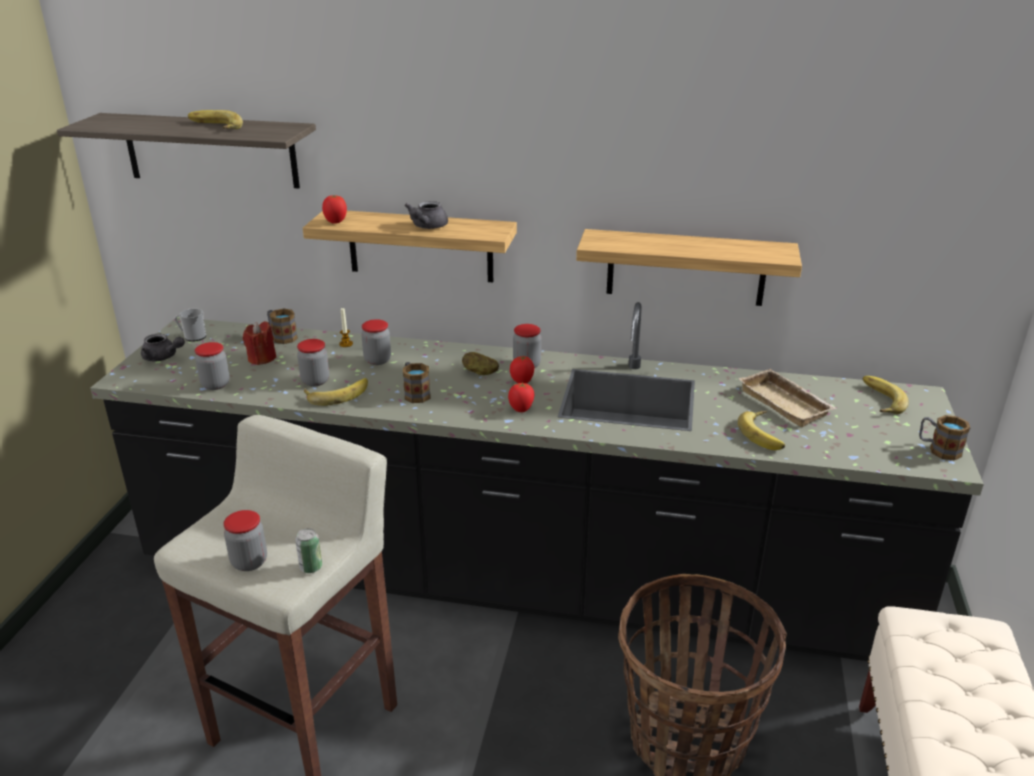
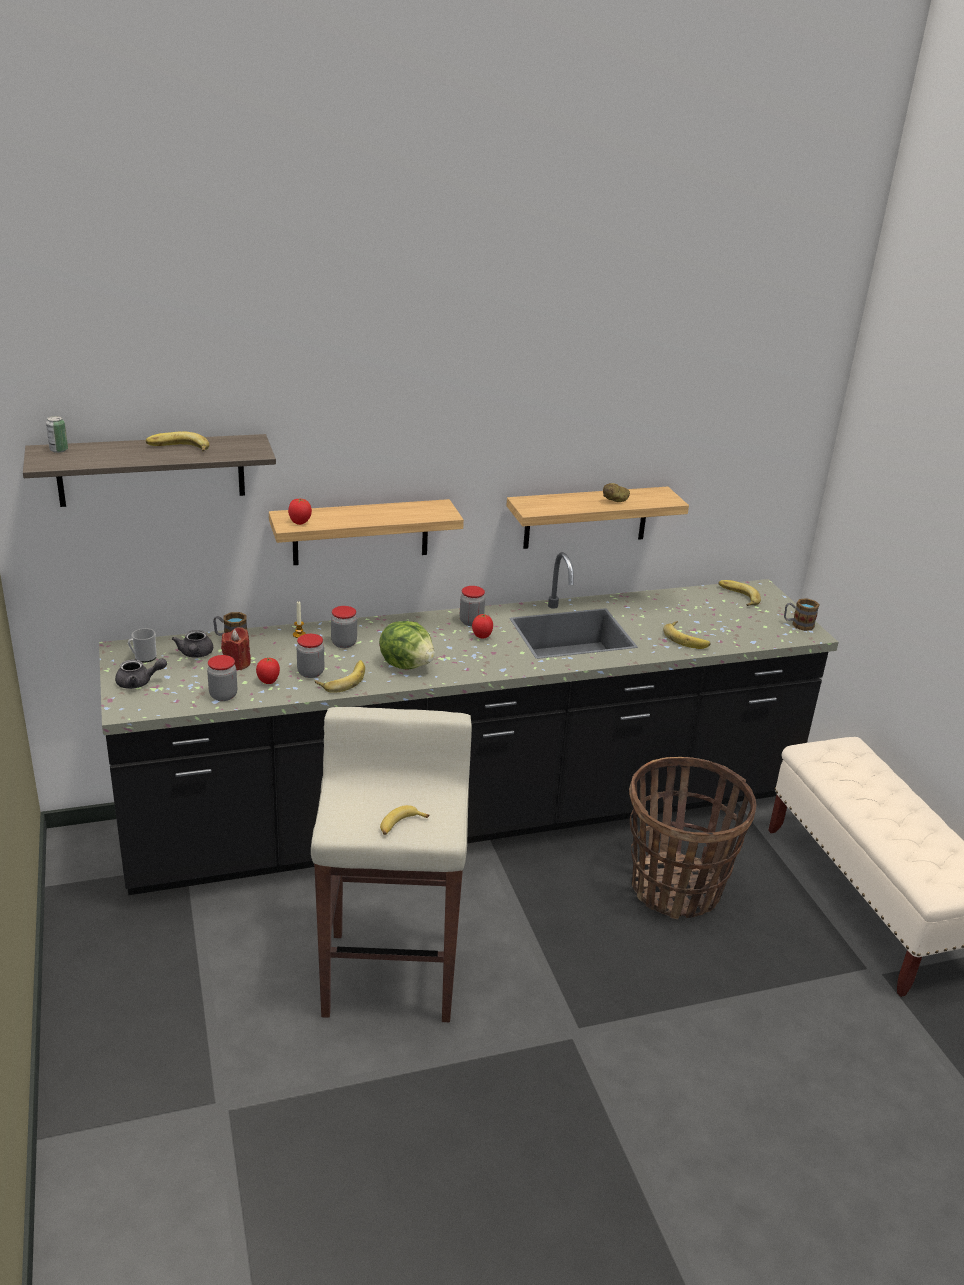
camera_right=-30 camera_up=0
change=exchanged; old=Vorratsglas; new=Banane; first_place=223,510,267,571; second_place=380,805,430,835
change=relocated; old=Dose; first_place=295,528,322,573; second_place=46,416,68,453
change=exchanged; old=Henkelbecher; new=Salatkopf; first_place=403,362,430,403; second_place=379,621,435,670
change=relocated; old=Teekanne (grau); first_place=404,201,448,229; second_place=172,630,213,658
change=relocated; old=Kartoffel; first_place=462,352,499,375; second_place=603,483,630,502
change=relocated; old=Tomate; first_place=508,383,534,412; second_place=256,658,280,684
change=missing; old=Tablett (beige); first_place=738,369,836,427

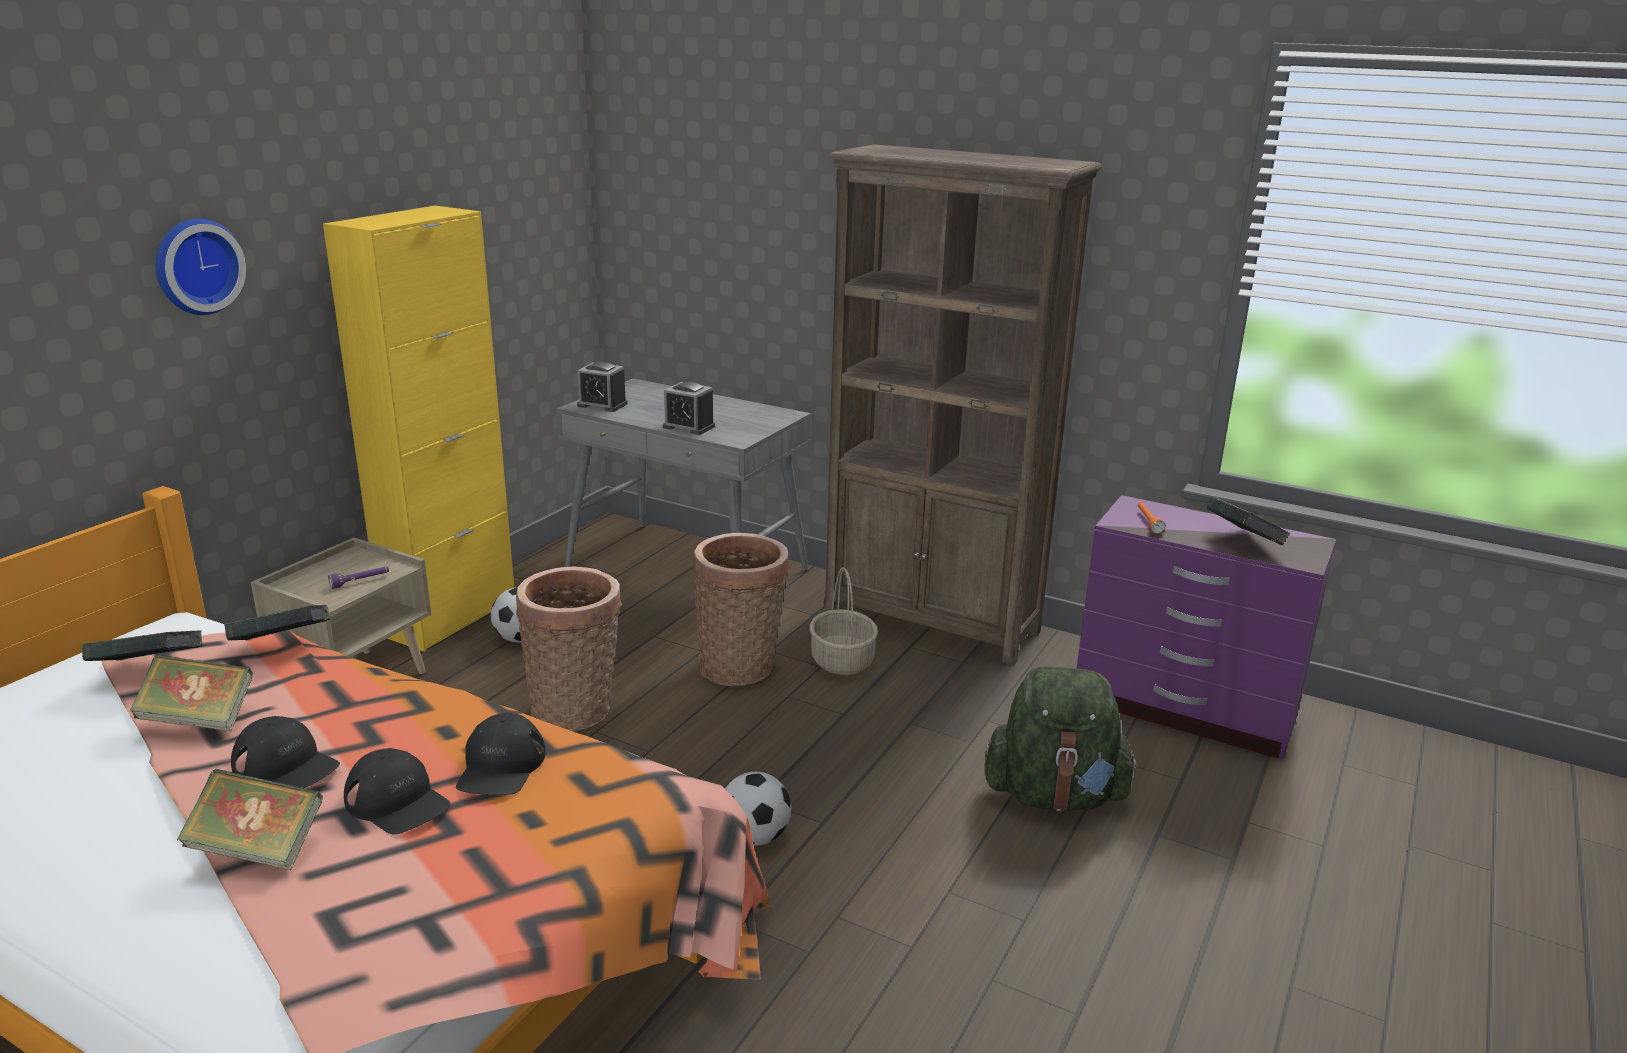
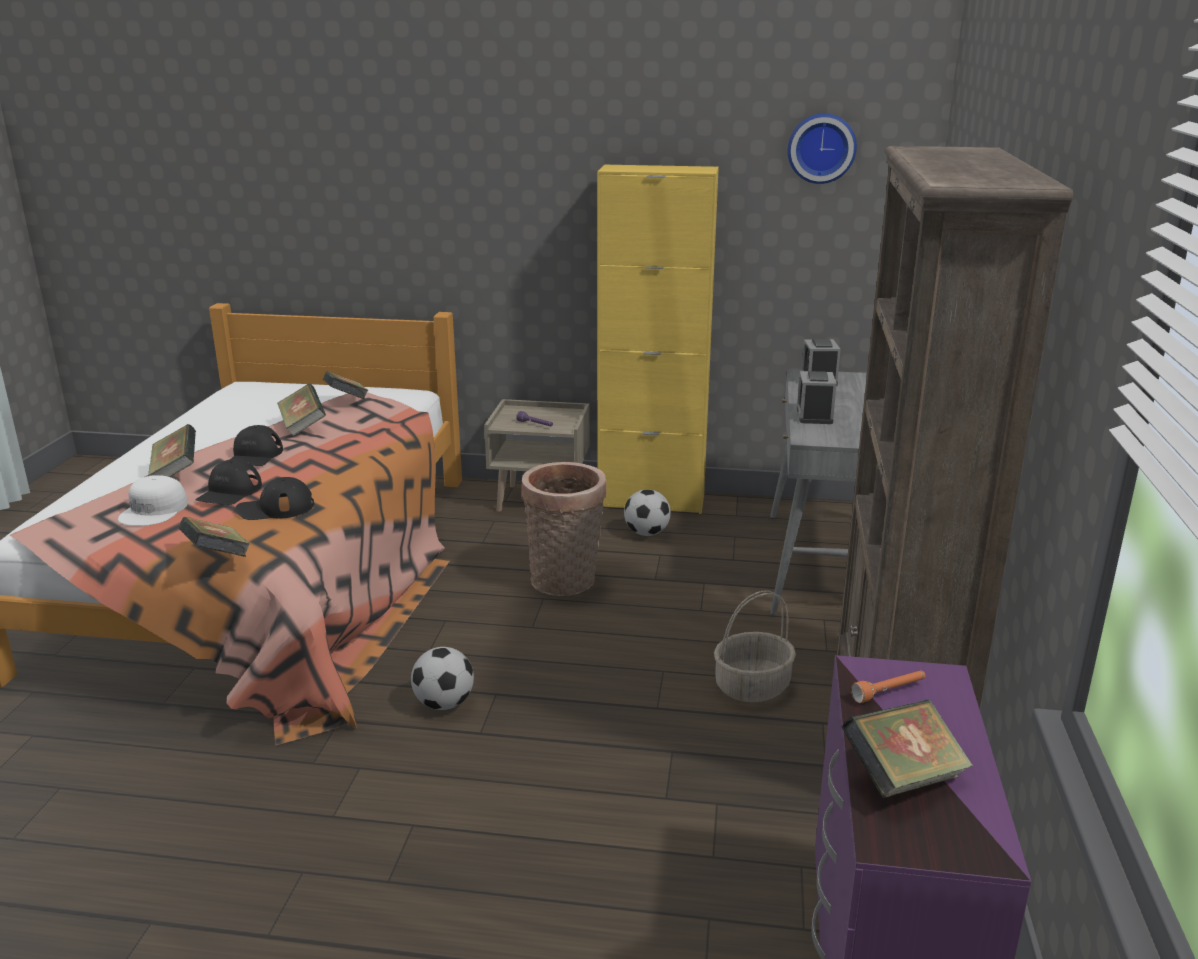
camera_right=70 camera_up=0
change=relocated; old=Wanduhr; first_place=156,219,246,315; second_place=788,113,857,184
change=relocated; old=Buch; first_place=224,605,330,640; second_place=179,517,250,557
change=missing; old=Korb; first_place=692,533,789,686
change=missing; old=Rucksack (grün); first_place=984,666,1138,811
change=appeared; new=Kappe (weiß); second_place=118,475,188,526

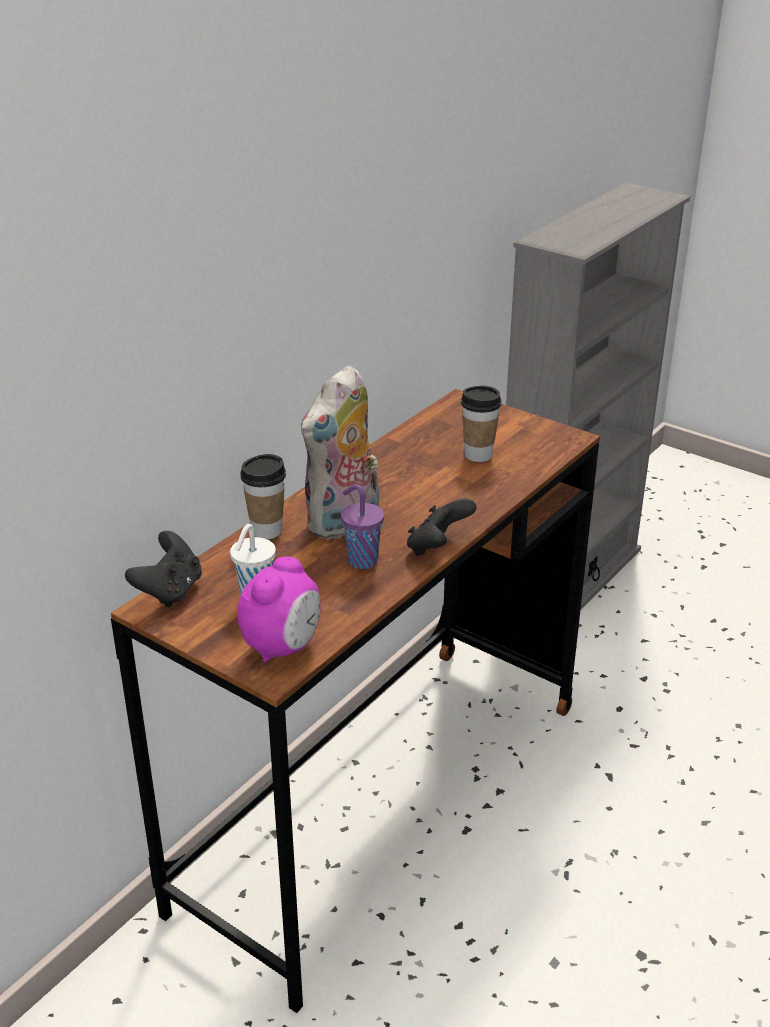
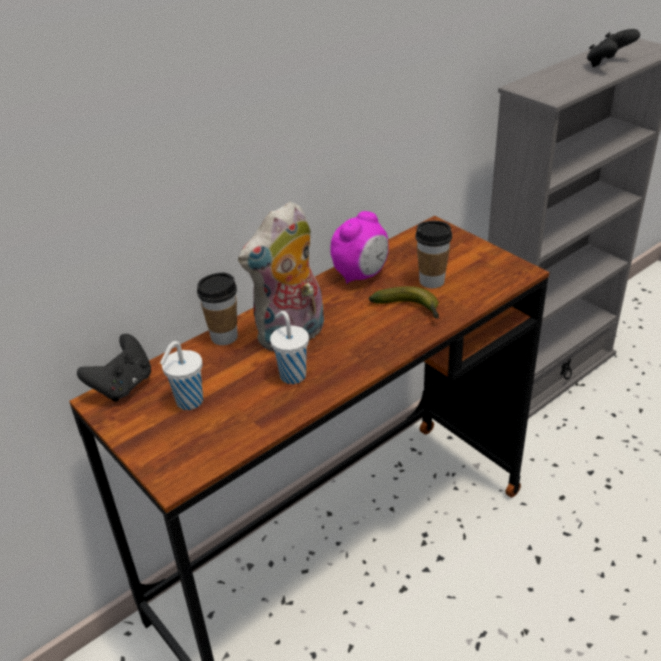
camera_right=15 camera_up=5
change=relocated; old=Wecker; first_place=237,556,320,663; second_place=330,211,389,284
change=colour; old=Tasse (lila); new=Tasse (weiß); first_place=341,484,384,569; second_place=270,311,309,384
change=relocated; old=Gamepad (schwarz); first_place=407,498,477,556; second_place=587,29,640,67
change=appeared; new=Banane; second_place=369,286,439,319

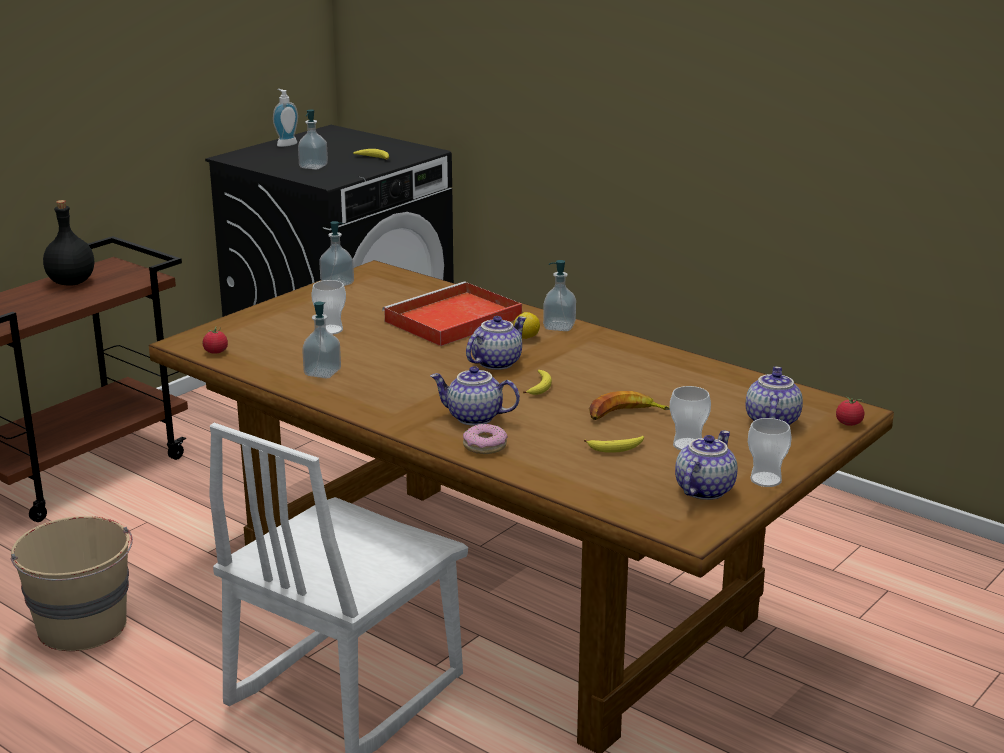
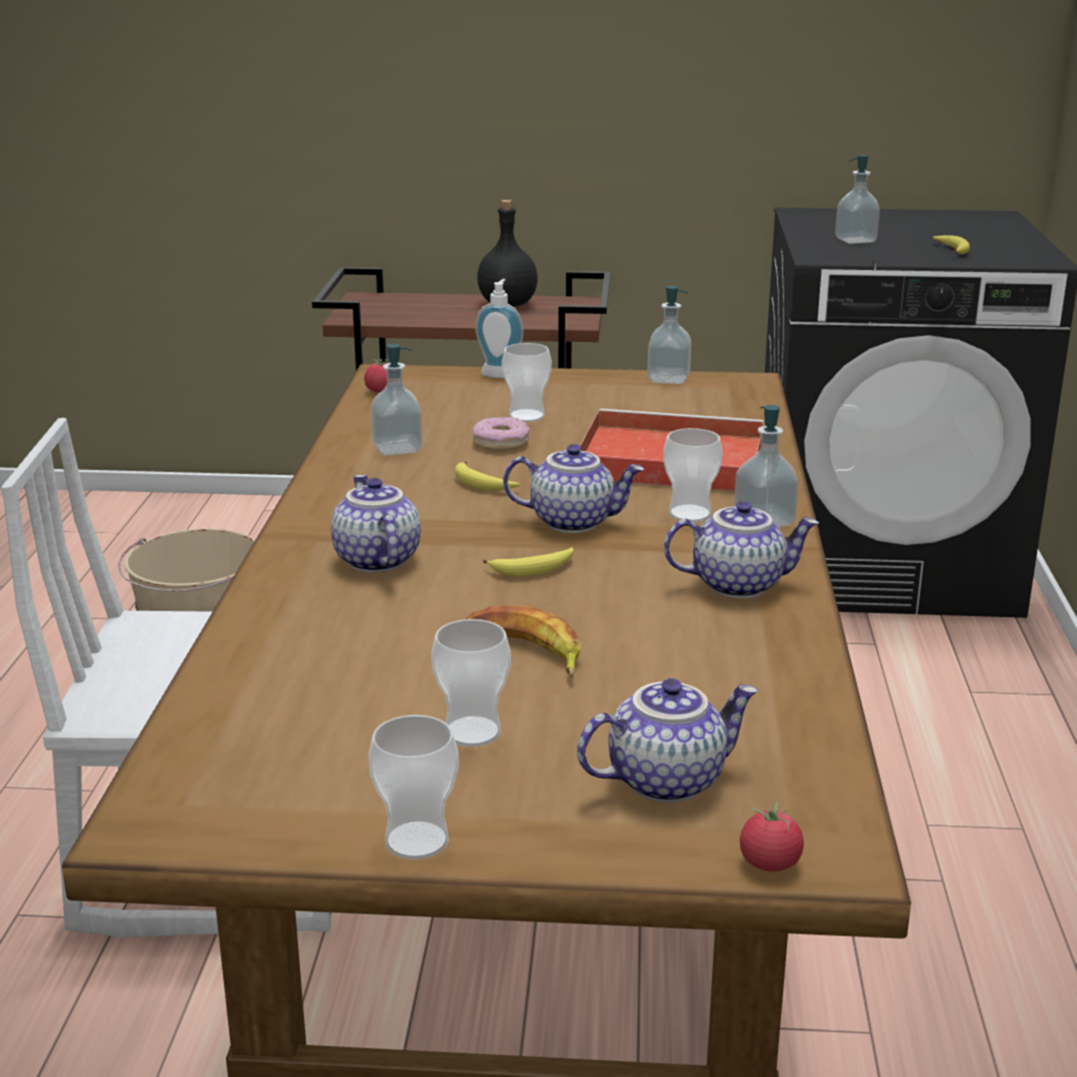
camera_right=55 camera_up=0
change=relocated; old=Seifenspender; first_place=273,89,298,147; second_place=475,279,524,378
change=relocated; old=Donut; first_place=463,424,507,454; second_place=472,417,530,451
change=exchanged; old=Zitrone; new=Tasse; first_place=513,312,540,339; second_place=663,428,723,522
change=relocated; old=Banane; first_place=584,436,644,453; second_place=455,461,519,490
change=relocated; old=Teekanne; first_place=675,430,738,500; second_place=664,501,819,599

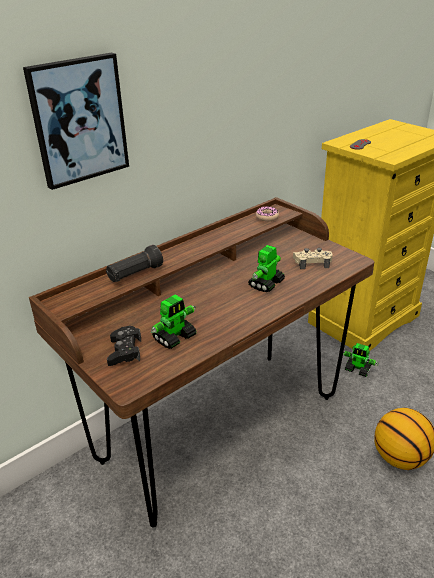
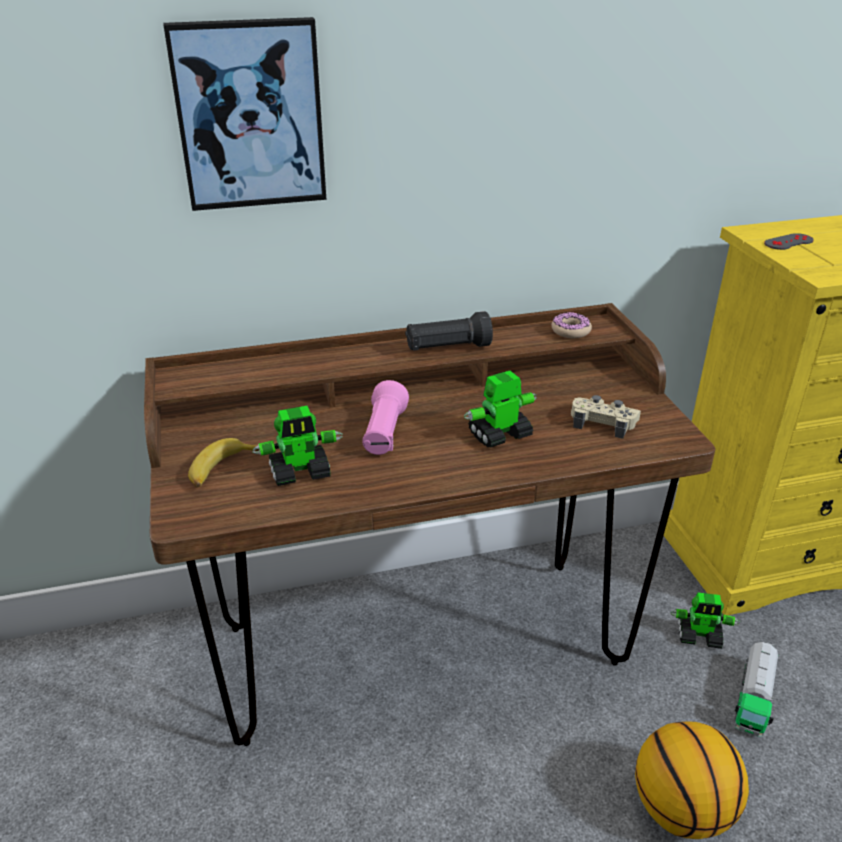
camera_right=25 camera_up=0
change=relocated; old=Taschenlampe (schwarz); first_place=106,245,163,282; second_place=405,311,493,351
change=exchanged; old=Gamepad (schwarz); new=Banane; first_place=107,326,141,366; second_place=188,438,259,487
change=spun; old=Spielzeugroboter; first_place=343,343,379,377; second_place=670,593,740,649; degrees=-45
change=appeared; new=Taschenlampe (rosa); second_place=362,380,409,455
change=appeared; new=Spielzeuglaster; second_place=734,642,778,737

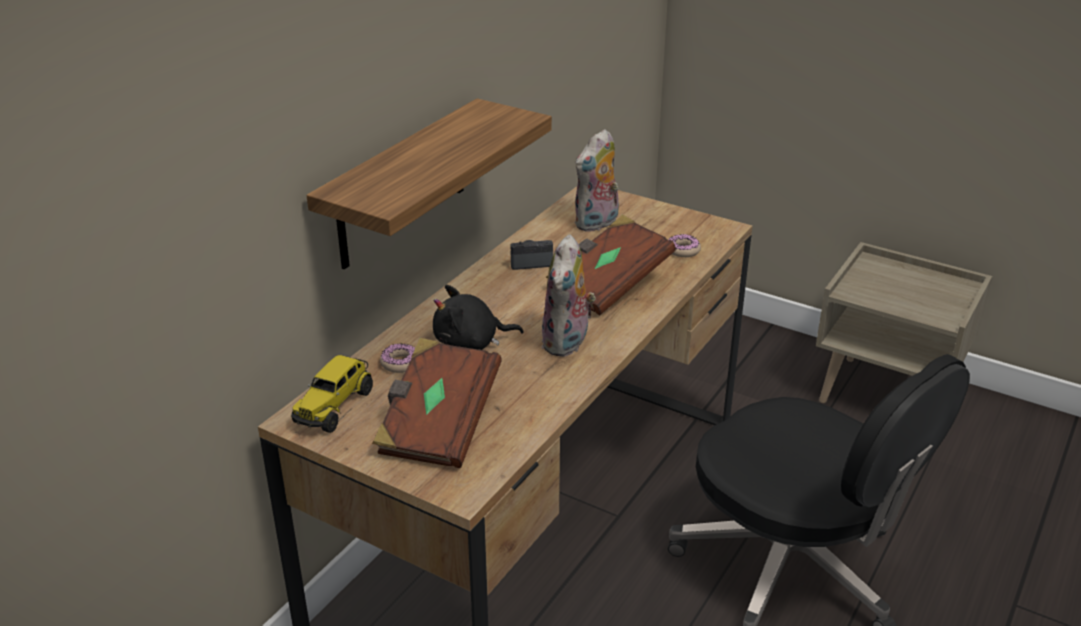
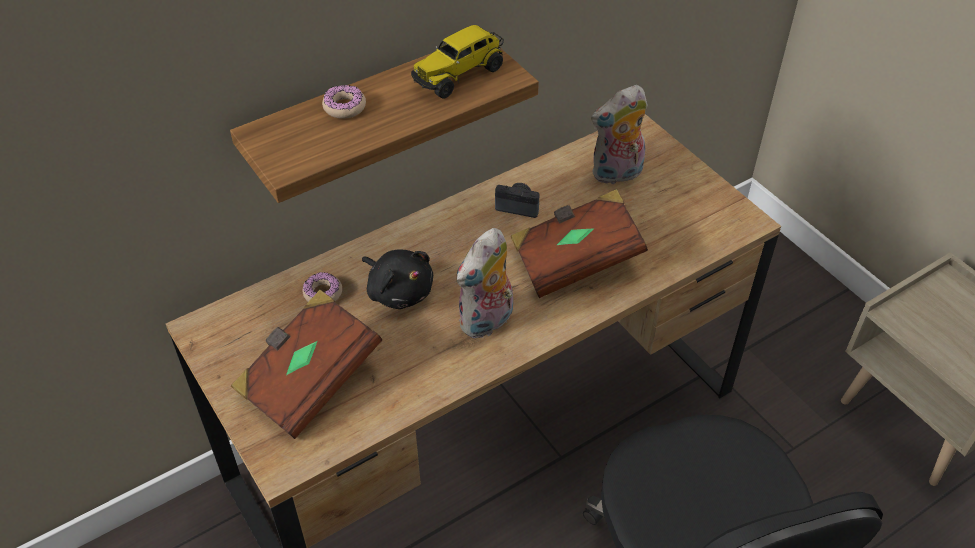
camera_right=25 camera_up=15
change=relocated; old=Spielzeuglaster; first_place=291,355,373,433; second_place=411,25,504,99
change=spun; old=Plüschtier (schwarz); first_place=433,285,523,350; second_place=362,249,433,309; degrees=-150
change=relocated; old=Donut; first_place=668,234,701,257; second_place=322,85,366,119

